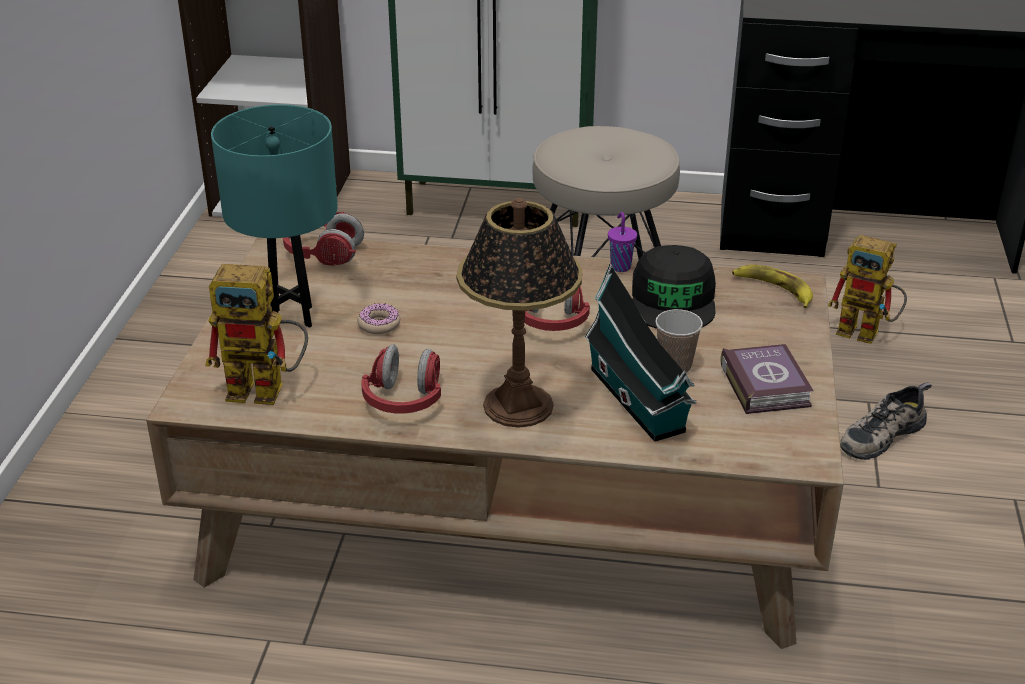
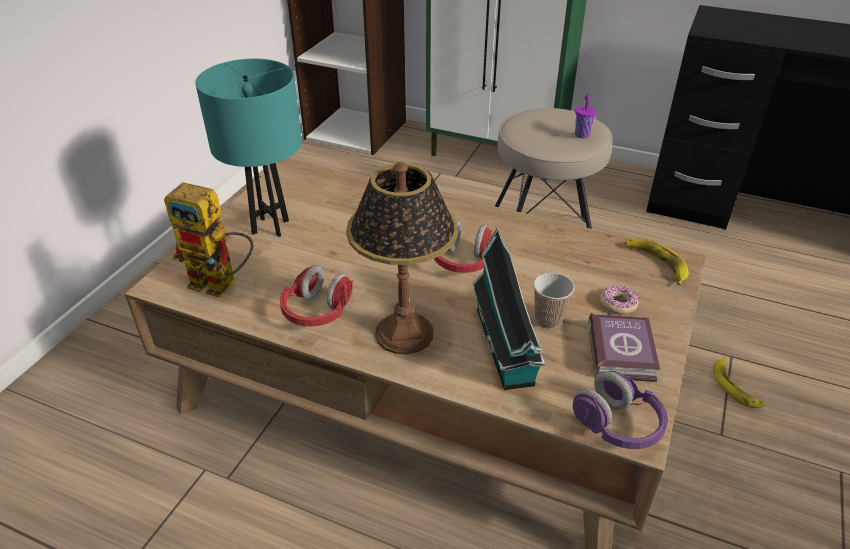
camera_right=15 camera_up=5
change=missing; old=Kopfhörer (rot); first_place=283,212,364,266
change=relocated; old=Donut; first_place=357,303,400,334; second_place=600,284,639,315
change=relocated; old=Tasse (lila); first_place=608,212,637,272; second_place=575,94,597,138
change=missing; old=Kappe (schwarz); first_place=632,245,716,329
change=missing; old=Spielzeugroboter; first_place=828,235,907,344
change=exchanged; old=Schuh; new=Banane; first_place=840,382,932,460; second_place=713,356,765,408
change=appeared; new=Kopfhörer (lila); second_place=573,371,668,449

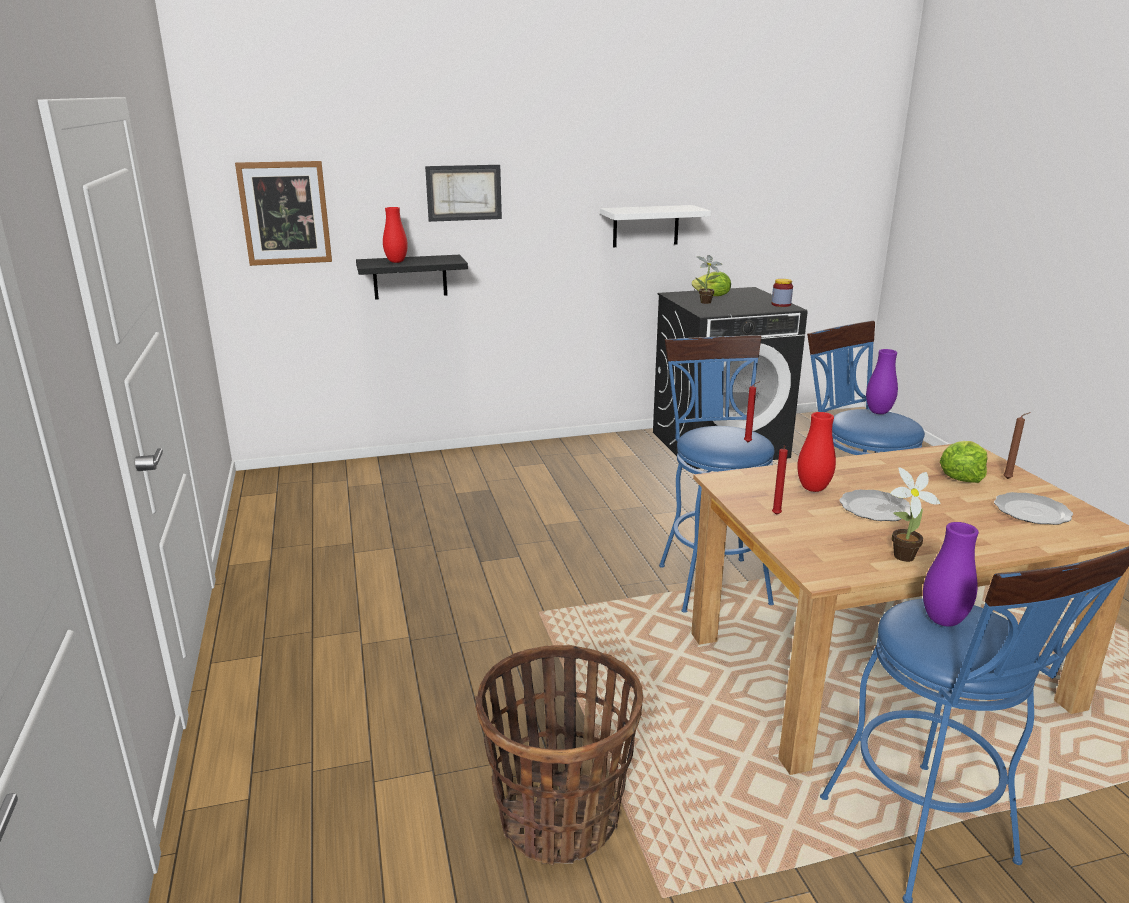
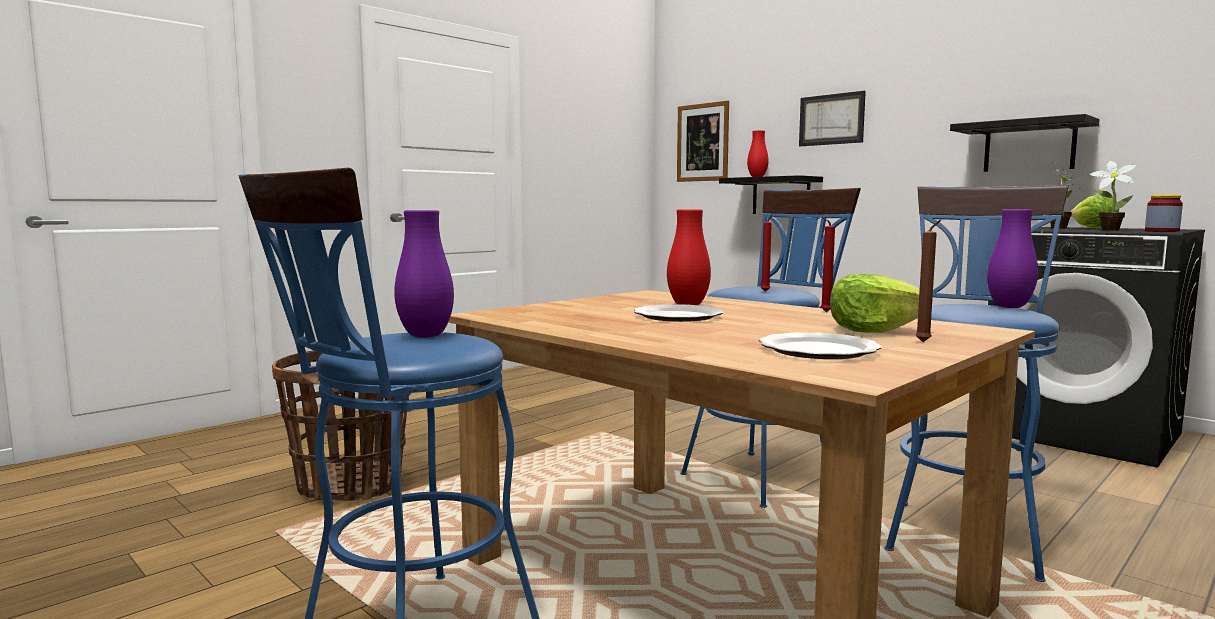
camera_right=60 camera_up=-15
change=colour; old=Wandregal (weiß); new=Wandregal (schwarz); first_place=600,205,711,247; second_place=950,114,1100,172
change=relocated; old=Kerze (rot); first_place=772,446,788,515; second_place=821,217,835,312
change=relocated; old=Topfpflanze; first_place=890,467,940,562; second_place=1090,161,1136,231

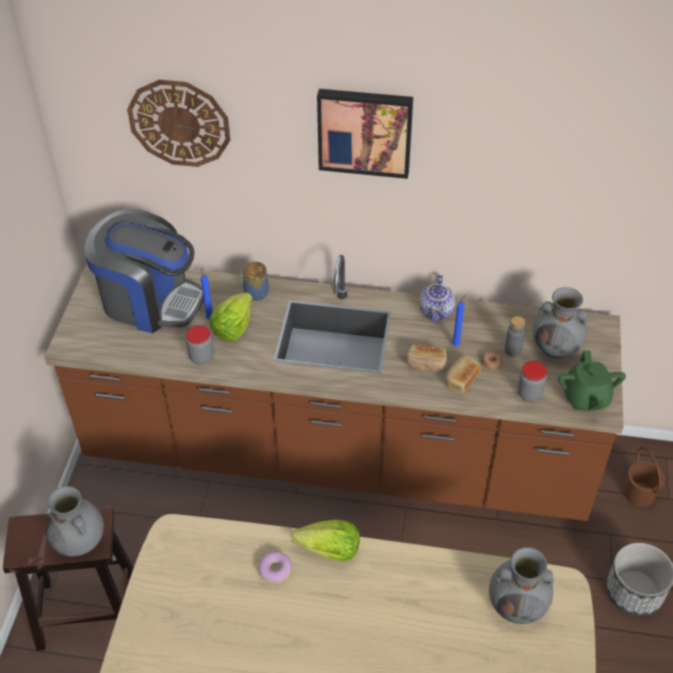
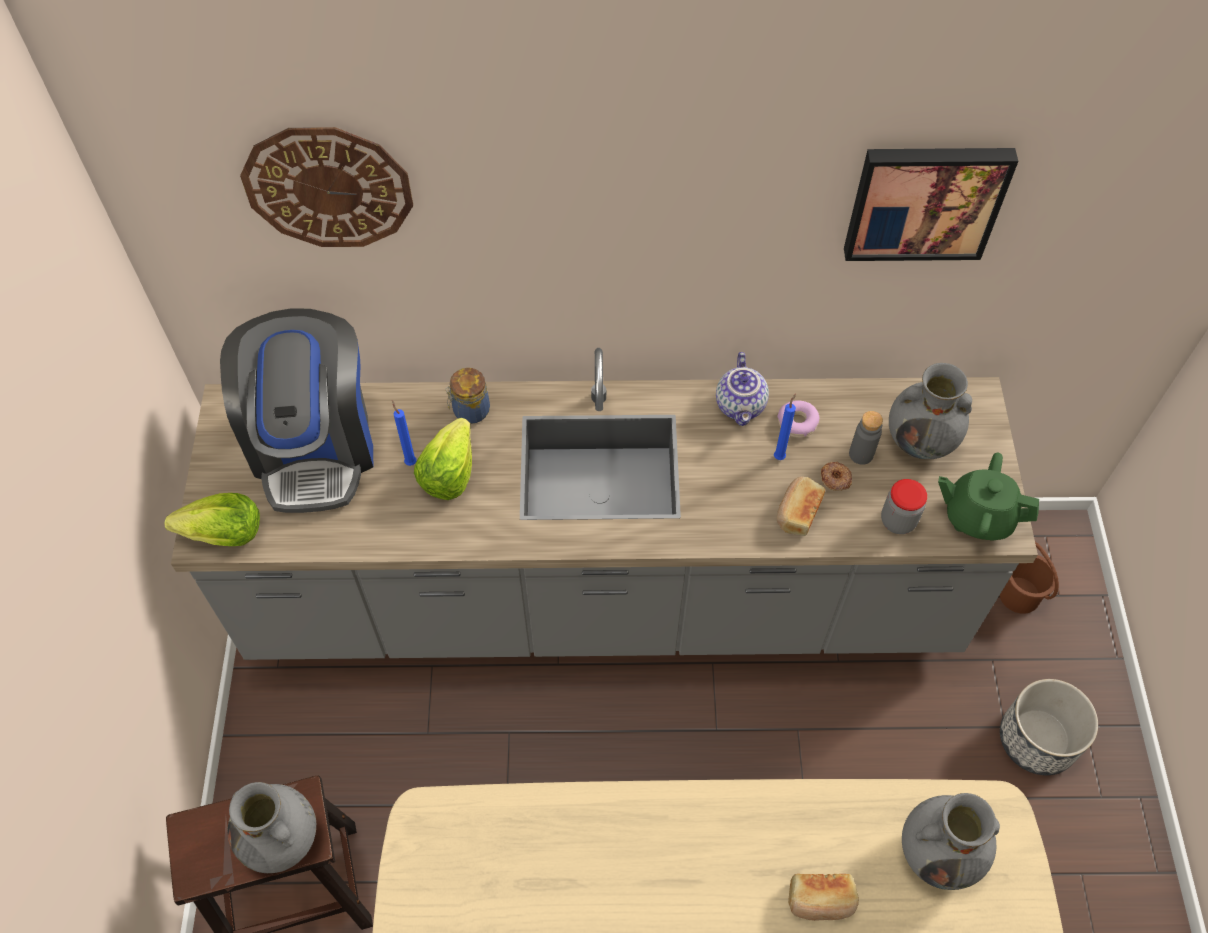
camera_right=-10 camera_up=10
change=colour; old=Küchenzeile (braun); new=Küchenzeile (grau); first_place=44,255,623,521; second_place=171,348,1038,660
change=spun; old=Kaffeemaschine; first_place=84,209,204,333; second_place=220,308,373,513; degrees=75
change=missing; old=Vorratsglas; first_place=186,325,214,365
change=relocated; old=Donut; first_place=259,552,292,583; second_place=777,400,819,438
change=relocated; old=Salatkopf; first_place=291,520,360,562; second_place=165,493,260,546
change=relocated; old=Bild; first_place=317,89,413,179; second_place=844,148,1018,261
change=relocated; old=Brot; first_place=406,344,447,372; second_place=788,874,859,921
change=spun; old=Teekanne (grün); first_place=558,350,626,411; second_place=938,452,1039,541; degrees=120

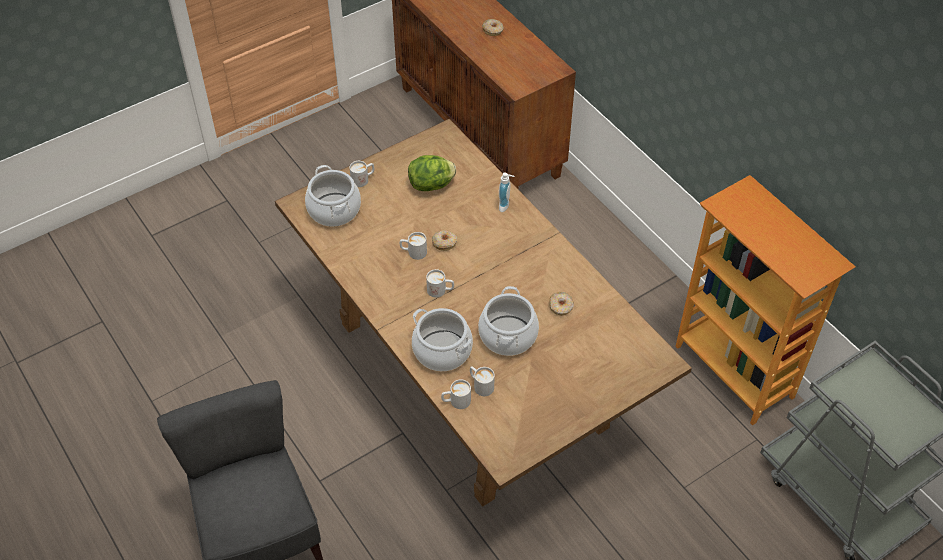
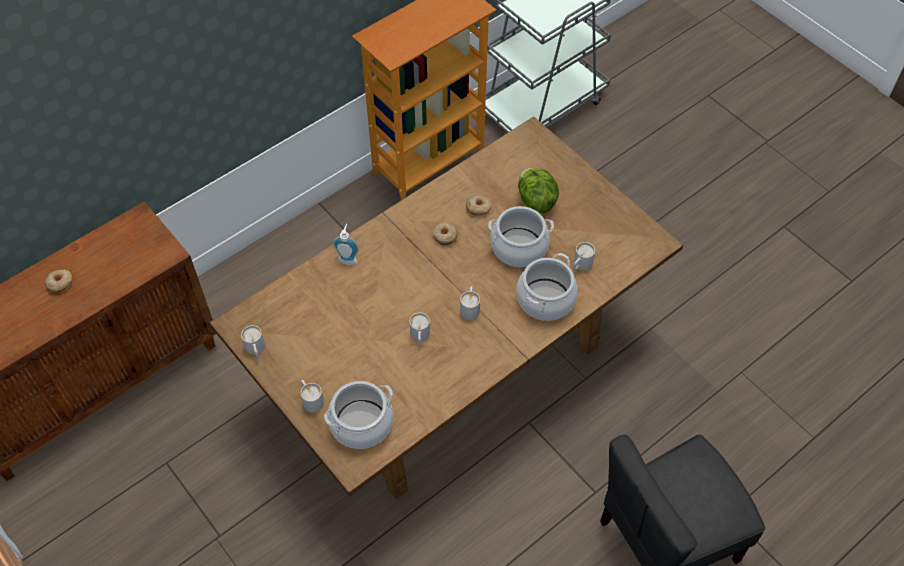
camera_right=-95 camera_up=5
change=relocated; old=Salatkopf; first_place=408,155,456,191; second_place=518,168,559,214
change=relocated; old=Donut; first_place=432,230,457,251; second_place=433,222,458,245
change=relocated; old=Henkelbecher (weiß); first_place=441,379,471,409; second_place=241,325,265,358

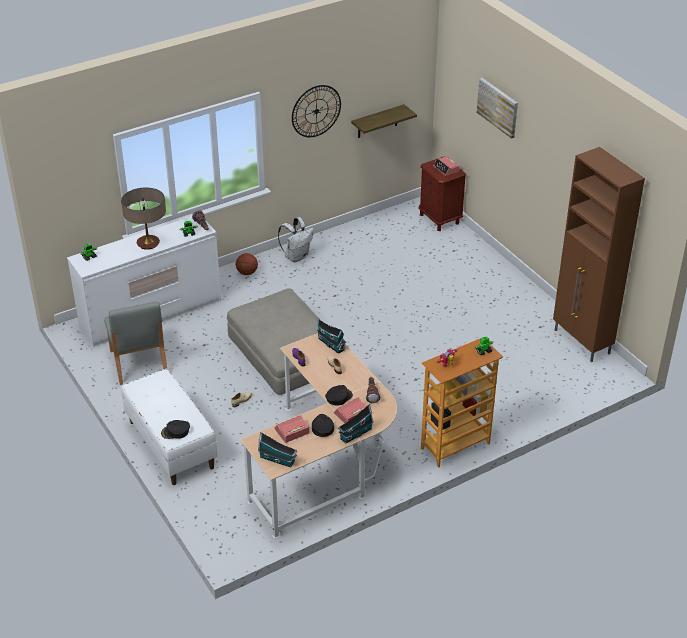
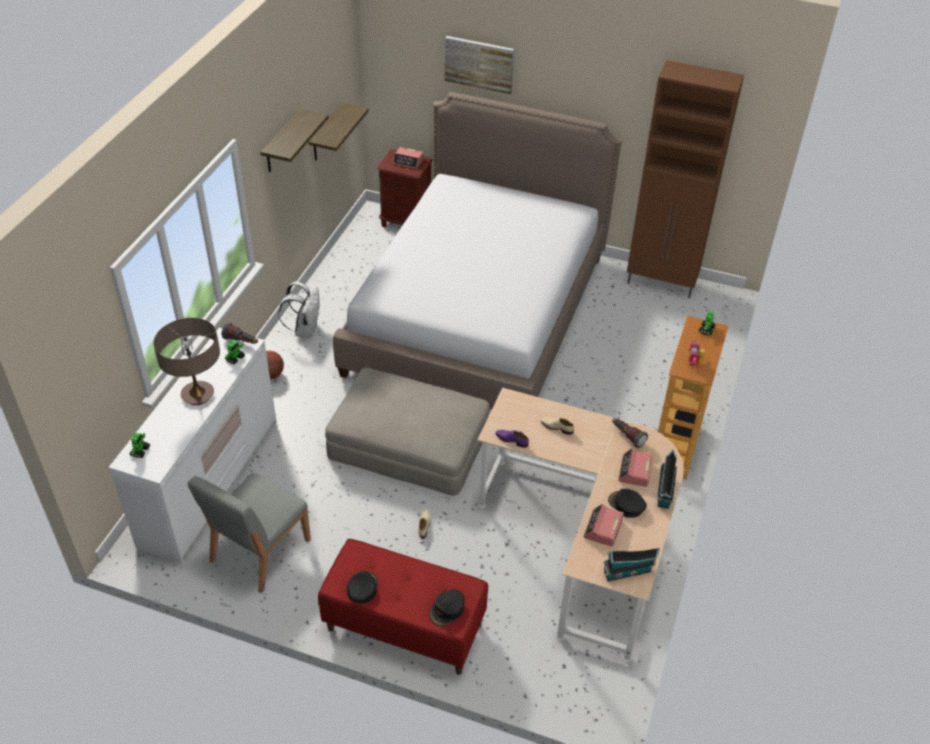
camera_right=-40 camera_up=5
change=spun; old=Stuhl (grau); first_place=104,301,167,385; second_place=188,473,311,593; degrees=90
change=colour; old=Bank (weiß); new=Bank (rot); first_place=121,369,218,485; second_place=318,539,488,675
change=exchanged; old=Wanduhr; new=Wandregal; first_place=292,85,341,137; second_place=260,109,329,172
change=missing; old=Spielzeughaus; first_place=317,319,346,354
change=relocated; old=Kappe (schwarz); first_place=325,385,353,406; second_place=347,571,378,603
change=appeared; new=Bett; second_place=333,92,621,410

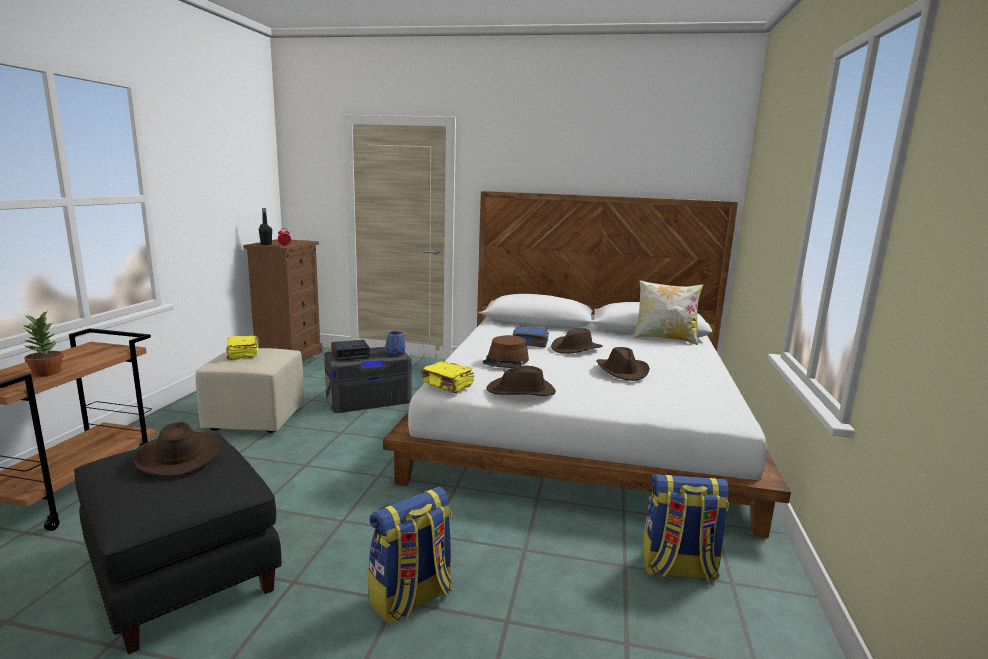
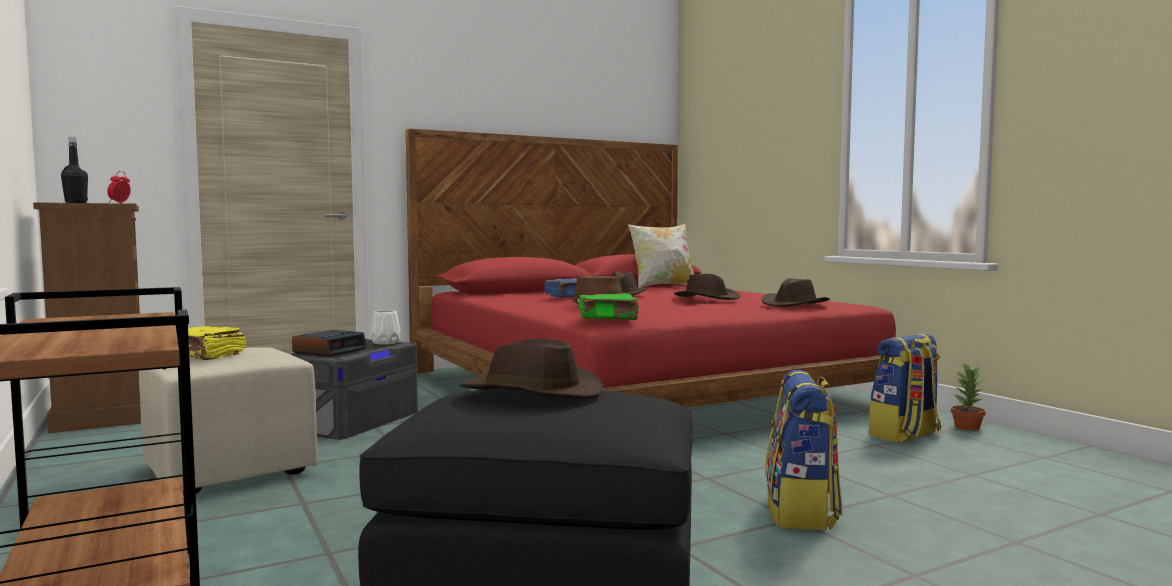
camera_right=-40 camera_up=-10
change=relocated; old=Topfpflanze; first_place=22,311,64,377; second_place=951,363,986,431
change=colour; old=Bett (weiß); new=Bett (rot); first_place=383,191,791,538; second_place=406,128,896,408
change=colour; old=Vase (blau); new=Vase (weiß); first_place=385,331,406,356; second_place=370,310,401,345
change=colour; old=Buch (gelb); new=Buch (grün); first_place=421,361,474,393; second_place=578,293,639,320
change=relocated; old=Hut (braun); first_place=486,366,556,396; second_place=761,278,830,307

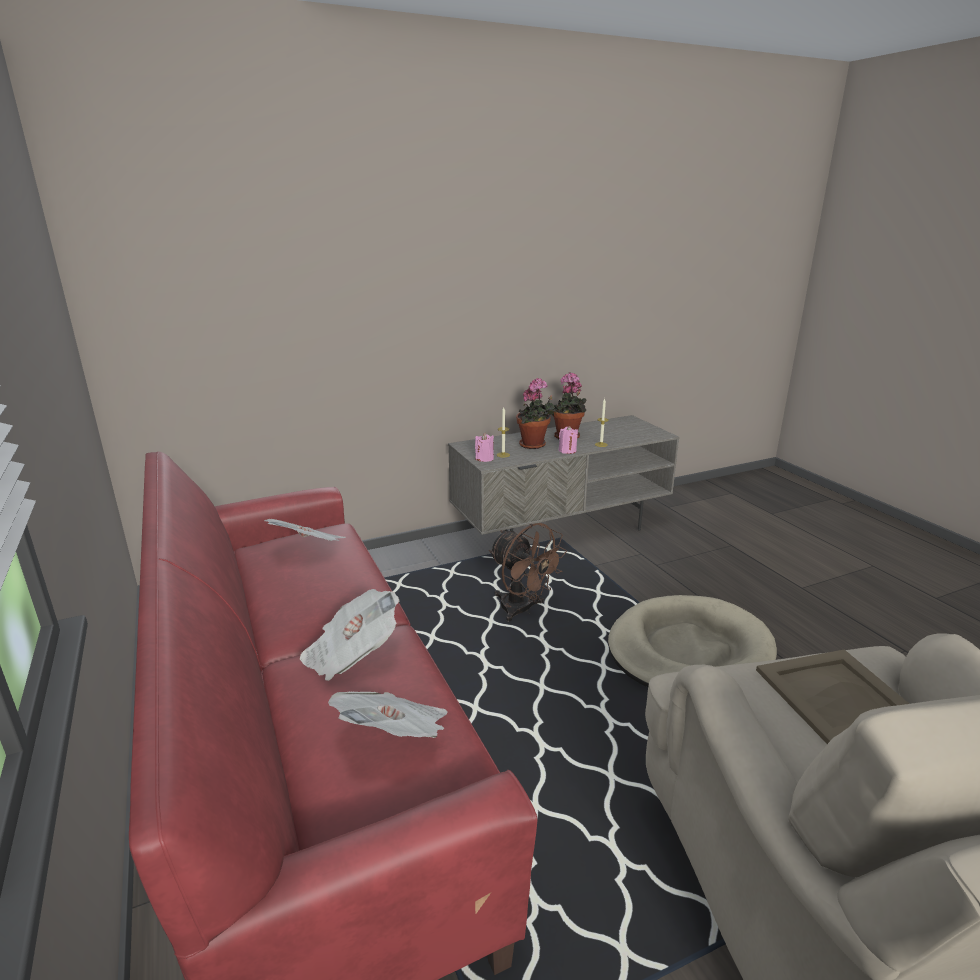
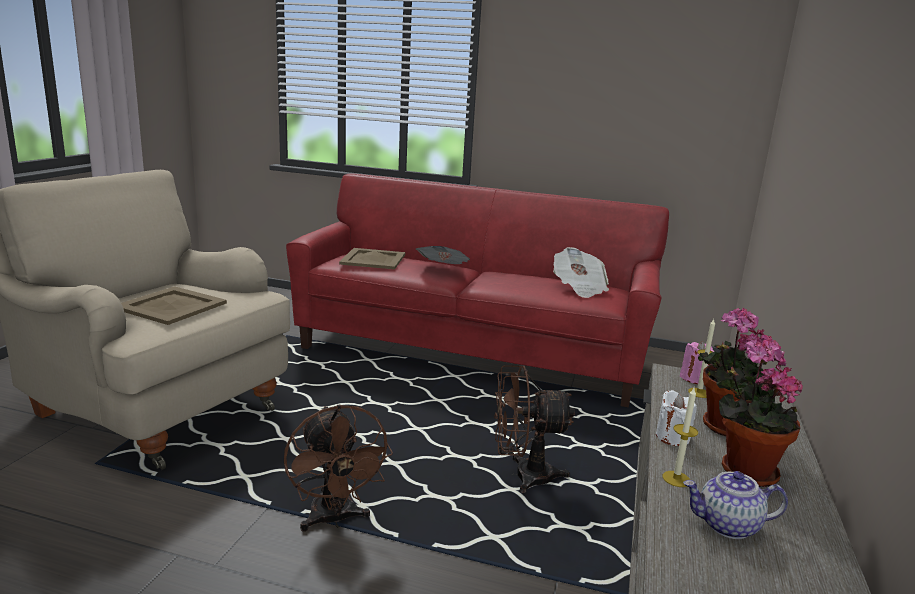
camera_right=130 camera_up=-5
change=exchanged; old=Zeitung; new=Tablett (beige); first_place=328,692,447,738; second_place=339,248,405,269
change=colour; old=Kerze (rosa); new=Kerze (weiß); first_place=559,426,578,454; second_place=656,390,697,446
change=exchanged; old=Hundebett (beige); new=Ventilator (braun); first_place=608,595,777,687; second_place=284,405,393,532
change=appeared; new=Teekanne; second_place=683,471,788,539

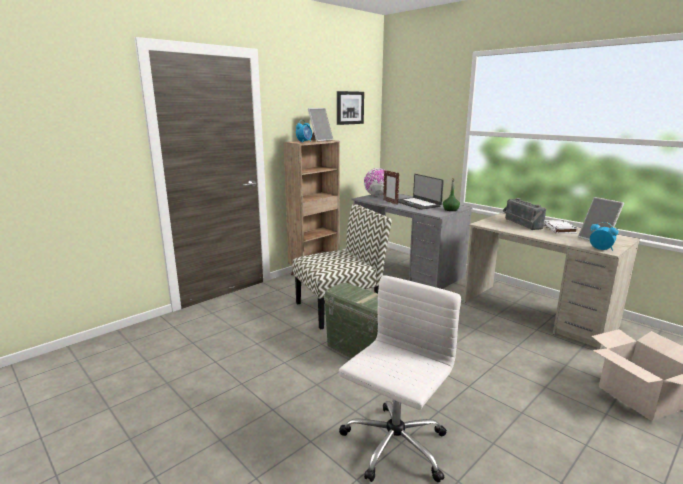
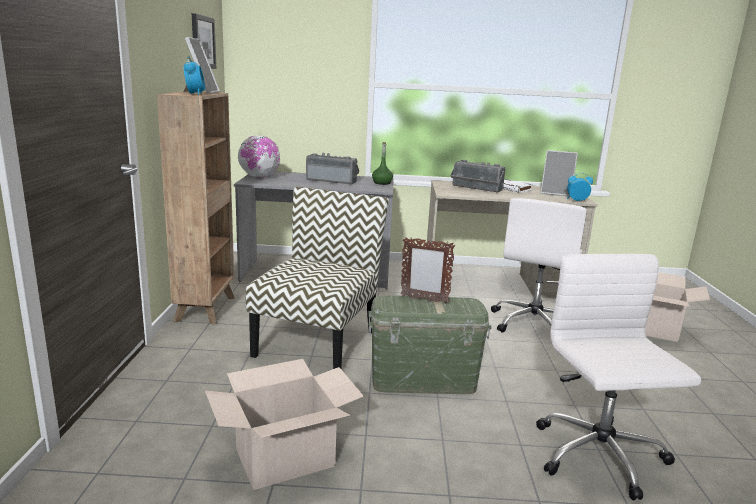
camera_right=-45 camera_up=0
change=relocated; old=Bilderrahmen; first_place=383,170,400,205; second_place=401,237,455,304
change=exchanged; old=Laptop; new=Radio; first_place=398,174,444,210; second_place=306,153,359,185
change=appeared; new=Karton; second_place=205,359,364,490
change=appeared; new=Bürostuhl (weiß); second_place=491,198,587,333

